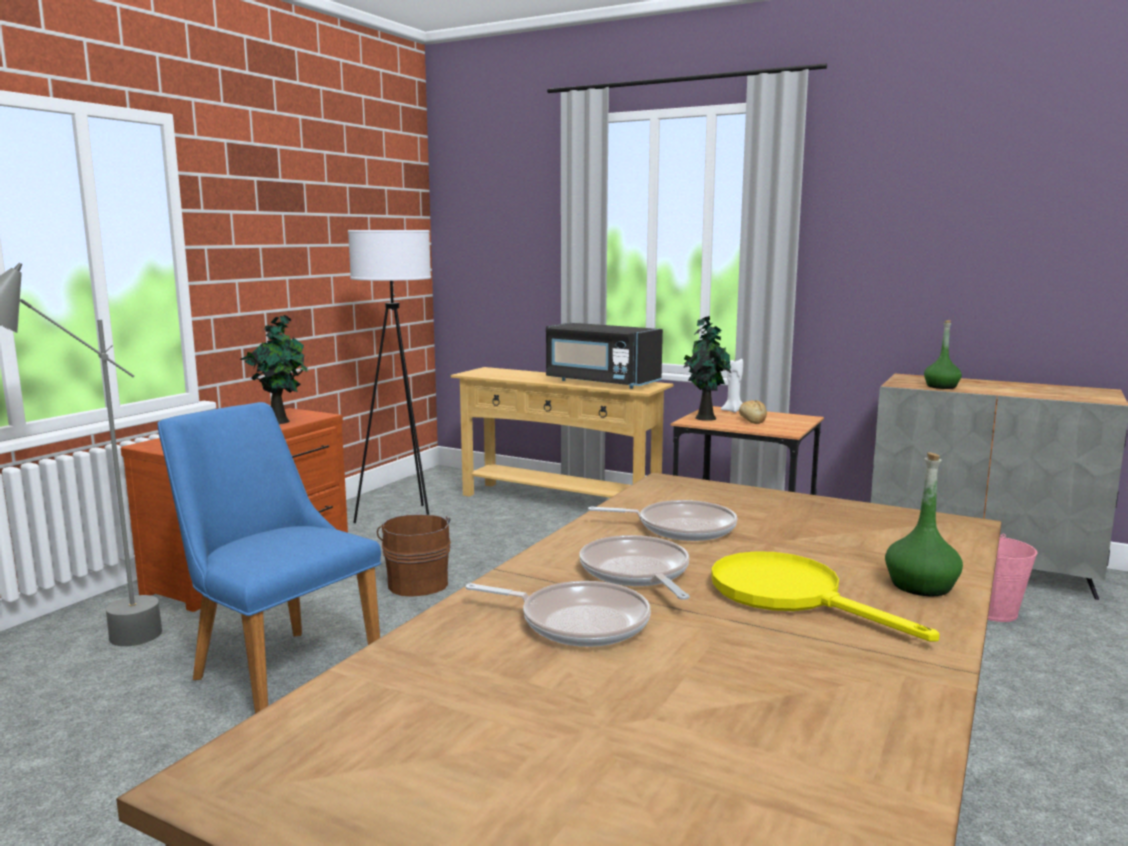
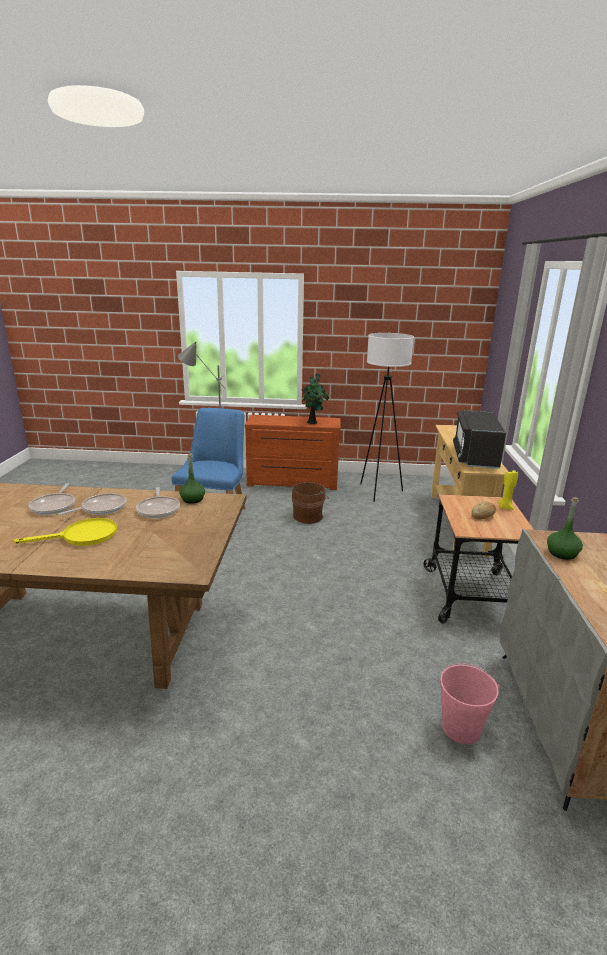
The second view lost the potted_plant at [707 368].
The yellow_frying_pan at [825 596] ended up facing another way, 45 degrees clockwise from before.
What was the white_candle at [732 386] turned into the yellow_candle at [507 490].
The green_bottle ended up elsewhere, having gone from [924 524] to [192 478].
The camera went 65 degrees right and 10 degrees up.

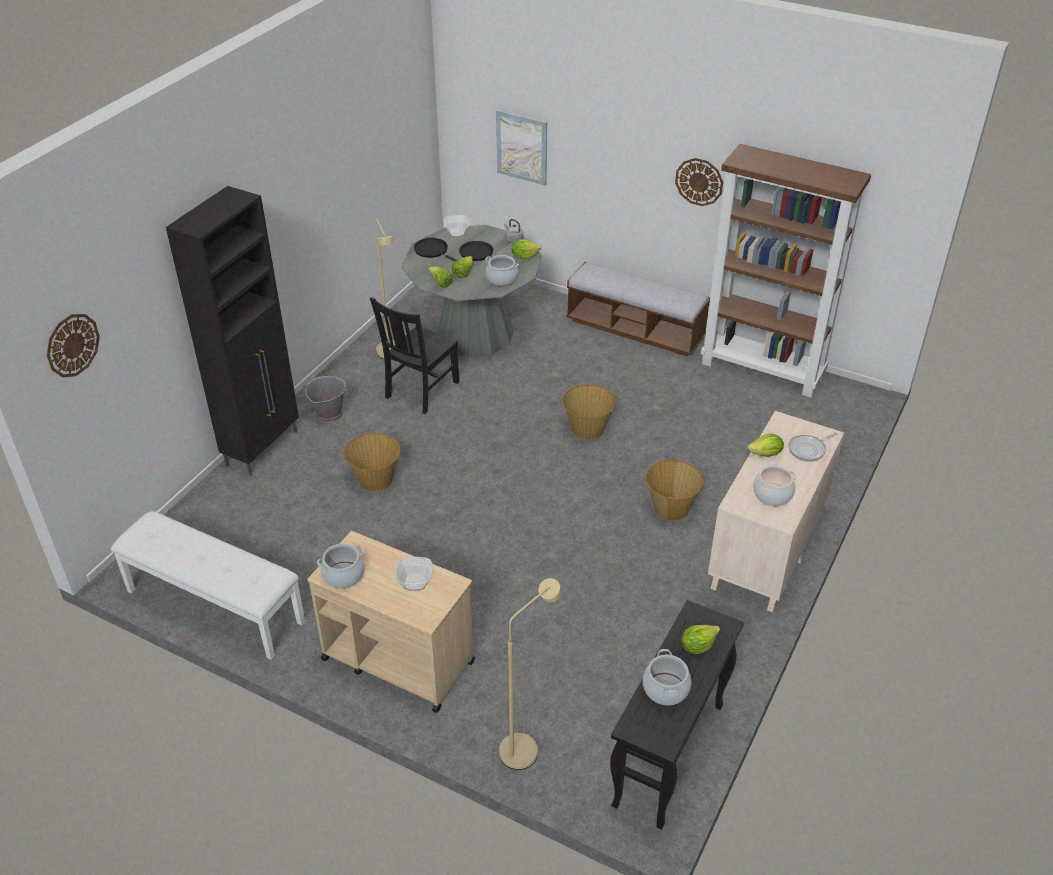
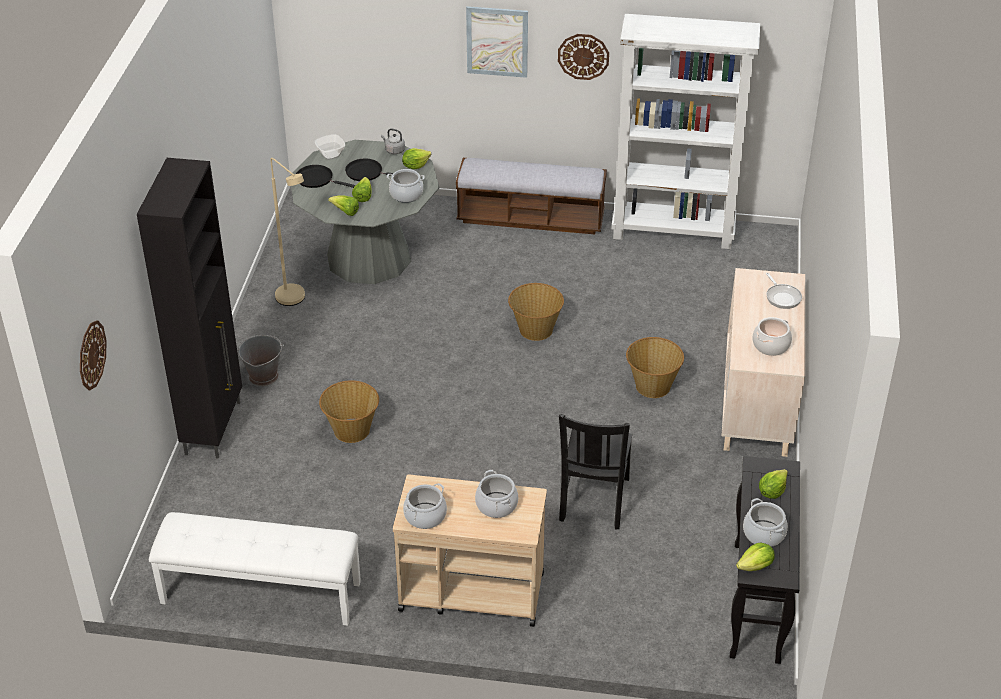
The black_chair ended up elsewhere, having gone from [414 355] to [595 471].
Where the bowl stood at [414 574], the cooking_pot came to stand at [496 494].
The picture ended up elsewhere, having gone from [521 147] to [497 42].
The second view lost the beige_floor_lamp at [530 674].
What was the brown_bookcase at [786 271] turned into the white_bookcase at [685 131].
The lettuce ended up elsewhere, having gone from [765 445] to [755 557].
The frying_pan at [813 447] ended up facing another way, 60 degrees counterclockwise from before.
The camera went 20 degrees left and 0 degrees up.

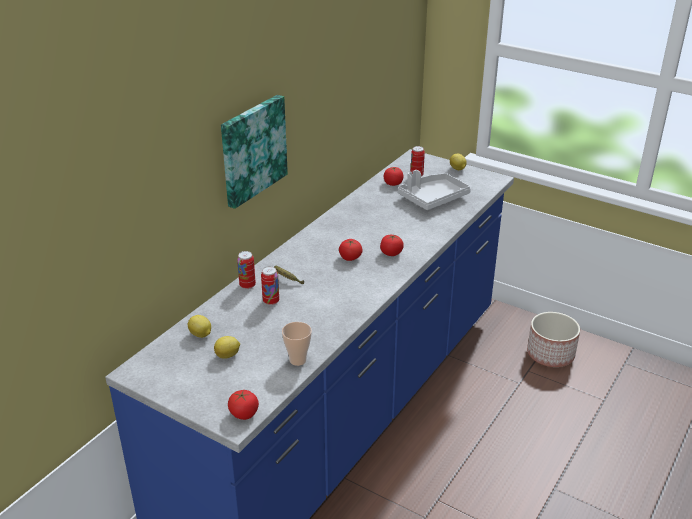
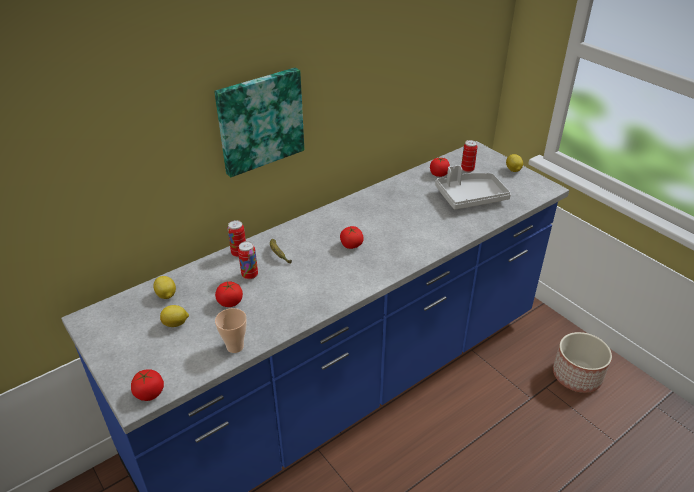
The tomato ended up elsewhere, having gone from [392 245] to [229 294].
The camera went 20 degrees right and 5 degrees up.

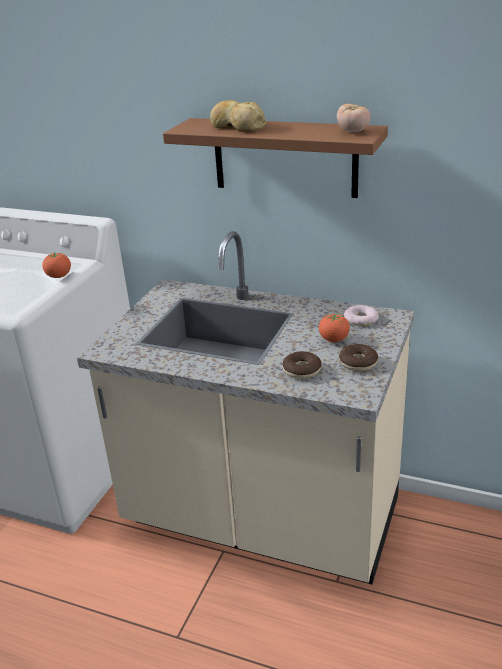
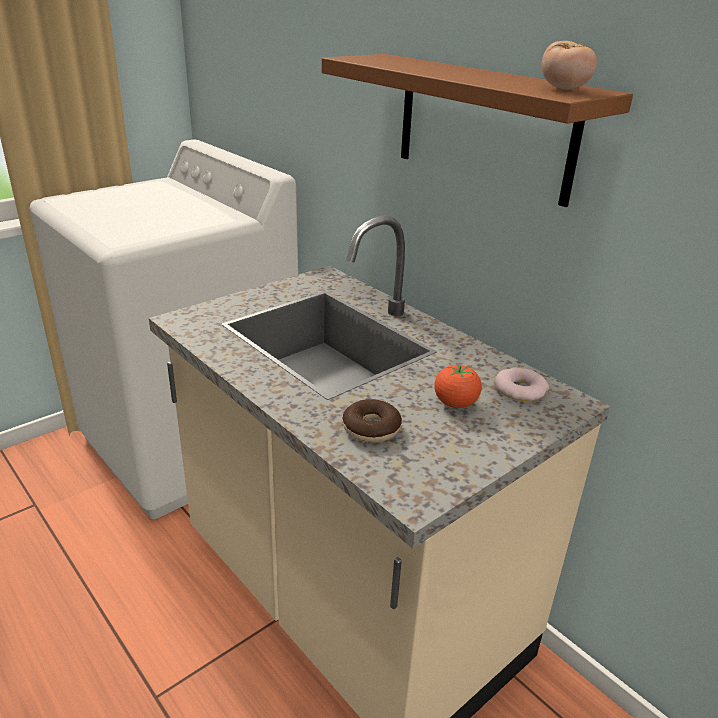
The second view lost the tomato at [56 265].
The second view lost the bread at [238 116].
The second view lost the donut at [358 357].
The camera went 25 degrees right and 0 degrees up.

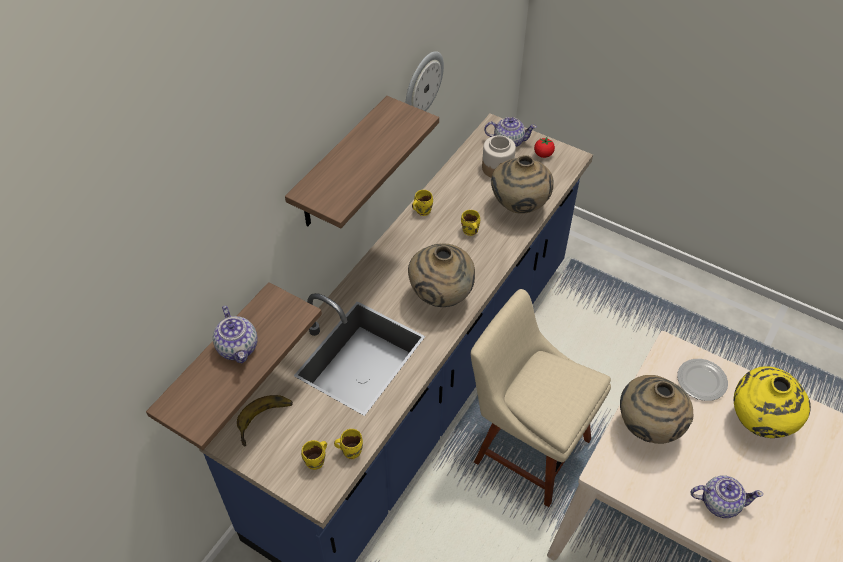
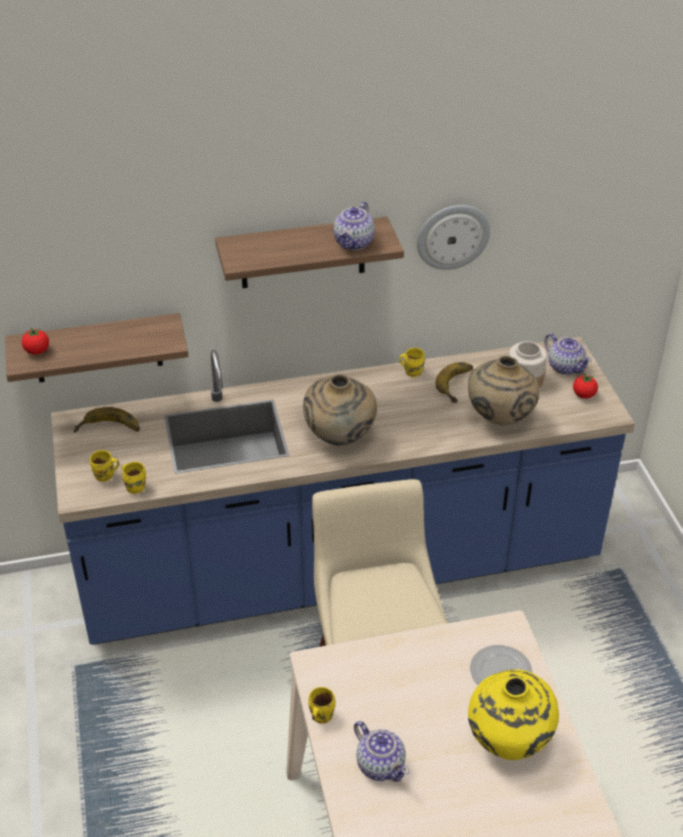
The teapot ended up elsewhere, having gone from [235 334] to [354 225].
The yellow_mug ended up elsewhere, having gone from [470 223] to [322 705].
The second view lost the beige_vase at [656 409].
The second view gained the tomato at [35 341].
The second view gained the banana at [454 382].
The camera went 45 degrees right and 10 degrees down.

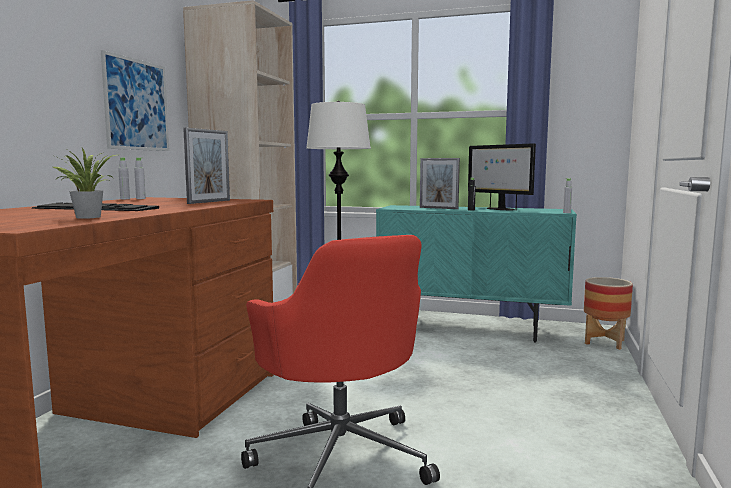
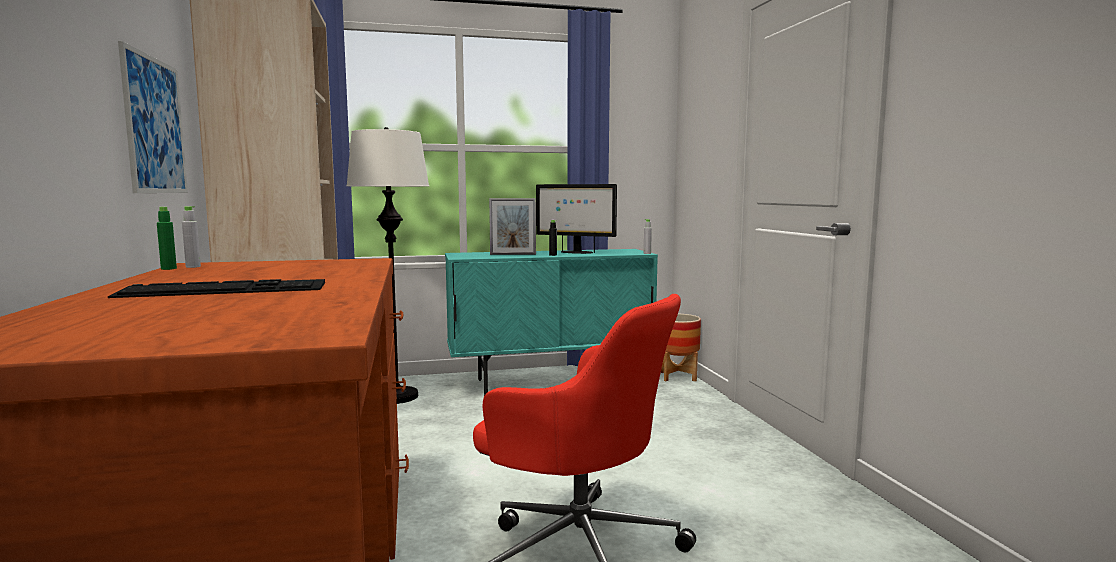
The second view lost the potted_plant at [84 183].
What was the grey_bottle at [124 178] turned into the green_bottle at [167 238].
The second view lost the picture_frame at [206 166].
The camera went 30 degrees left and 0 degrees up.

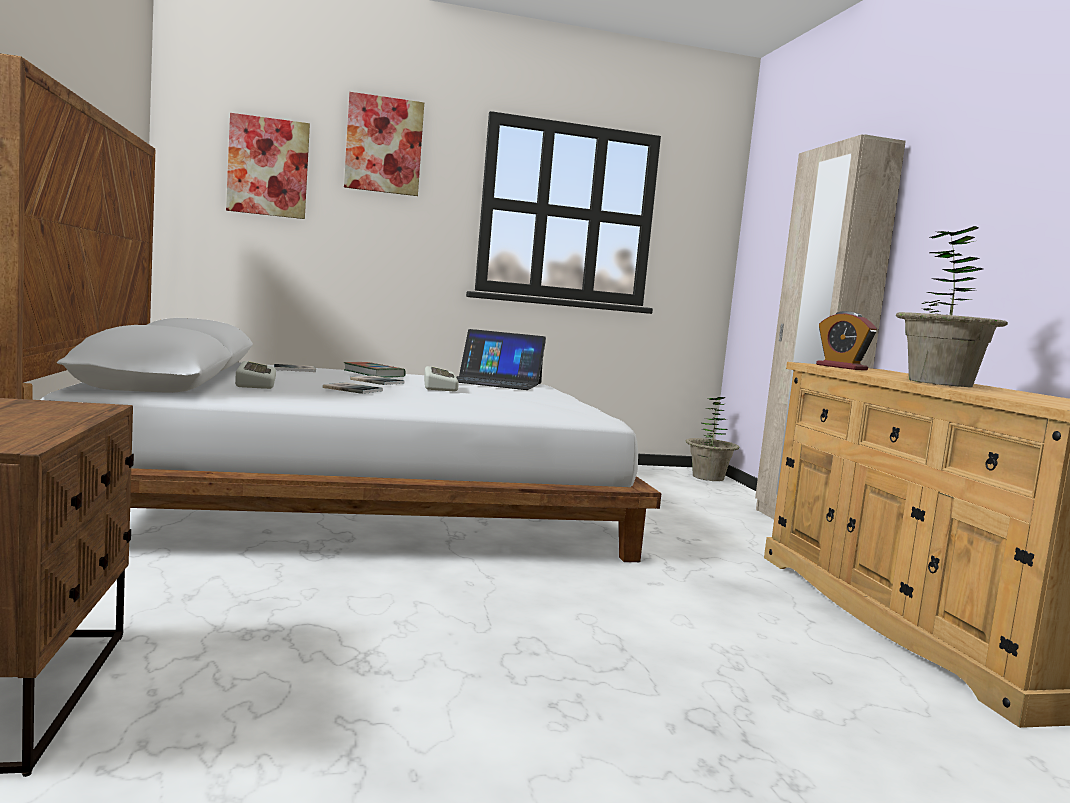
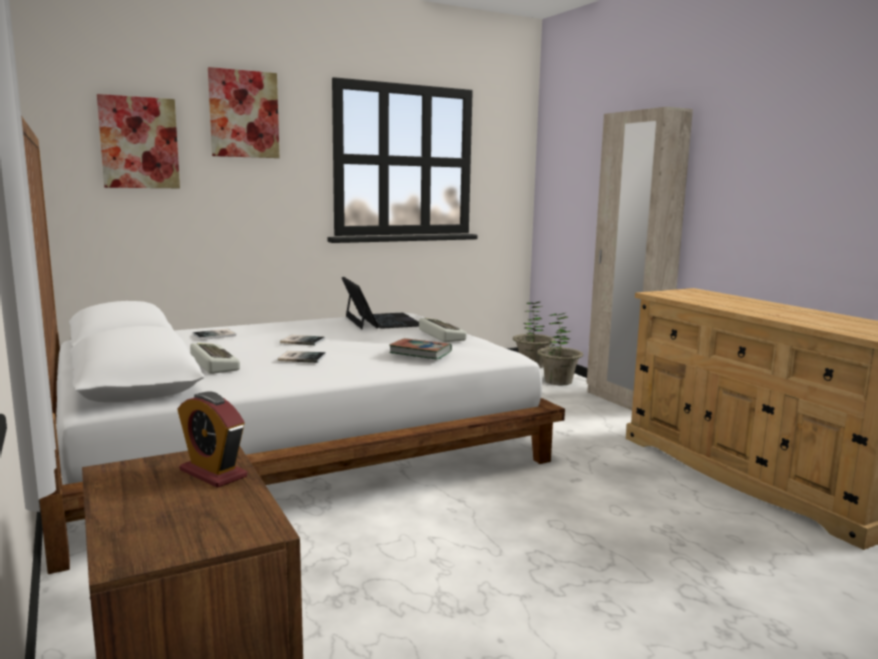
The book ended up elsewhere, having gone from [374 370] to [420 349].
The keyboard ended up elsewhere, having gone from [441 379] to [443 330].
The laptop at [501 359] ended up facing another way, 105 degrees counterclockwise from before.
The alarm_clock ended up elsewhere, having gone from [846 340] to [212 440].
The potted_plant ended up elsewhere, having gone from [952 306] to [560 349].
The camera went 15 degrees left and 5 degrees up.

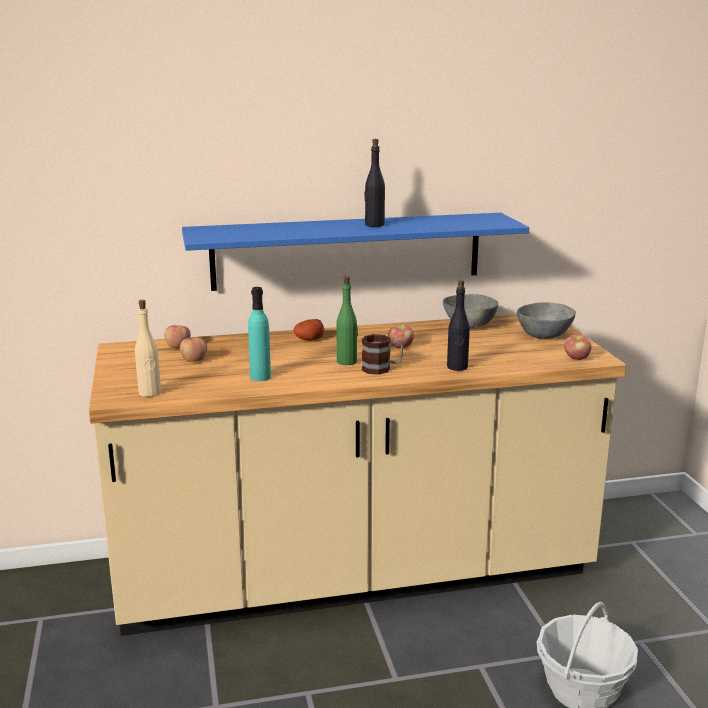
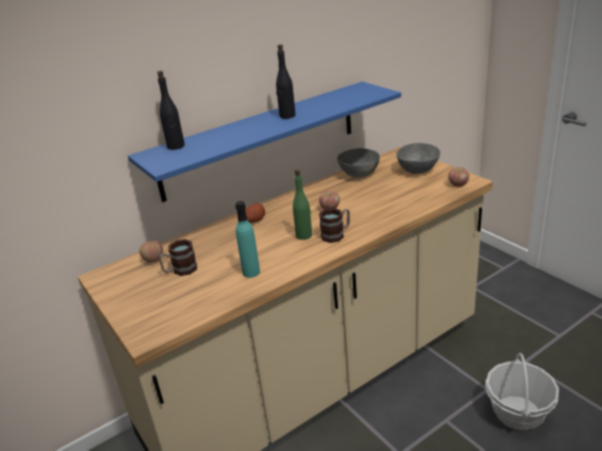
The second view lost the beige_bottle at [148 348].
Where the apple stood at [193 350], the mug came to stand at [178 257].
The black_bottle ended up elsewhere, having gone from [458 325] to [171 110].
The camera went 20 degrees left and 10 degrees up.

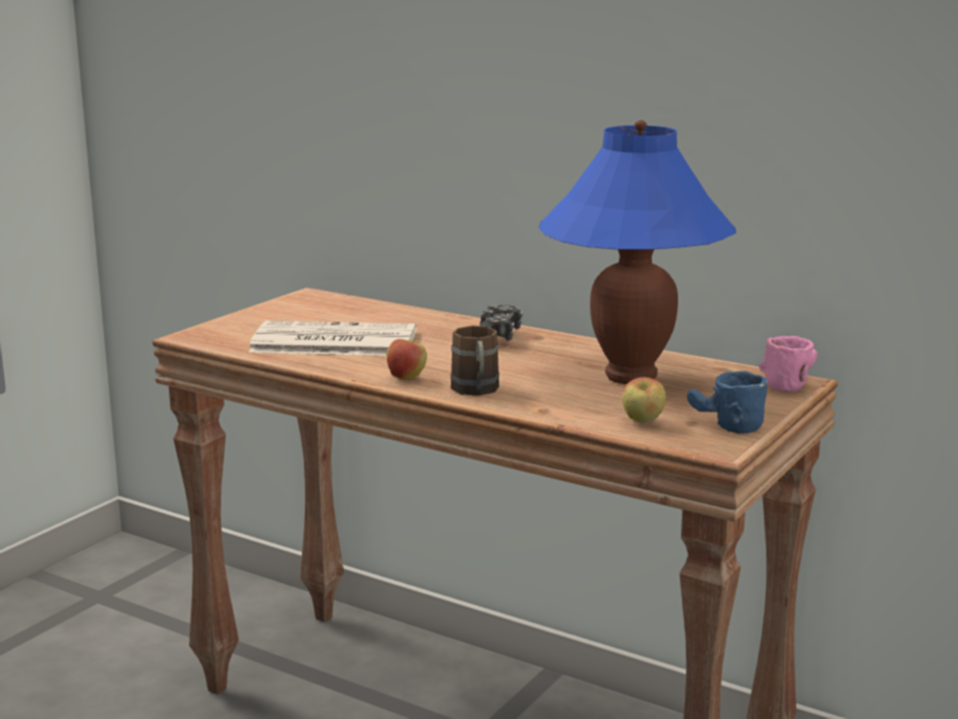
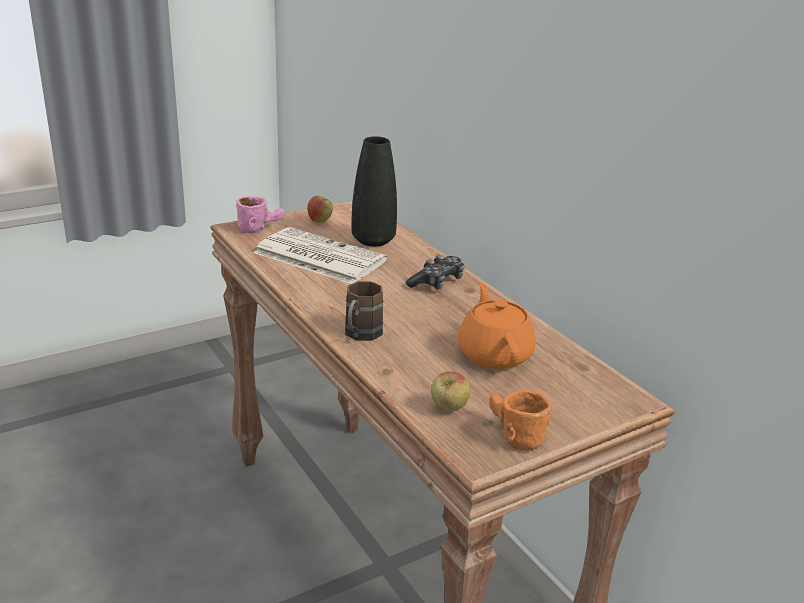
The apple ended up elsewhere, having gone from [407 358] to [320 209].
Where the blue_table_lamp stood at [637 252], the orange_teapot came to stand at [497 326].
What was the blue_mug at [727 402] turned into the orange_mug at [520 420].
The pink_mug ended up elsewhere, having gone from [788 364] to [260 214].
The second view gained the black_vase at [374 192].
The camera went 25 degrees right and 10 degrees up.

